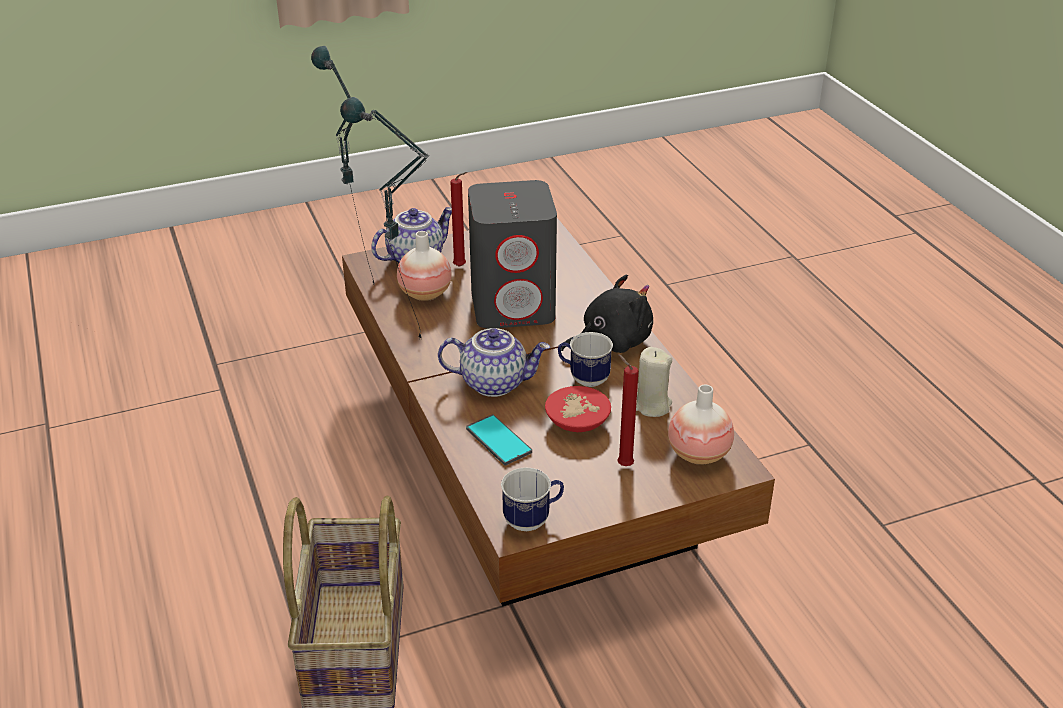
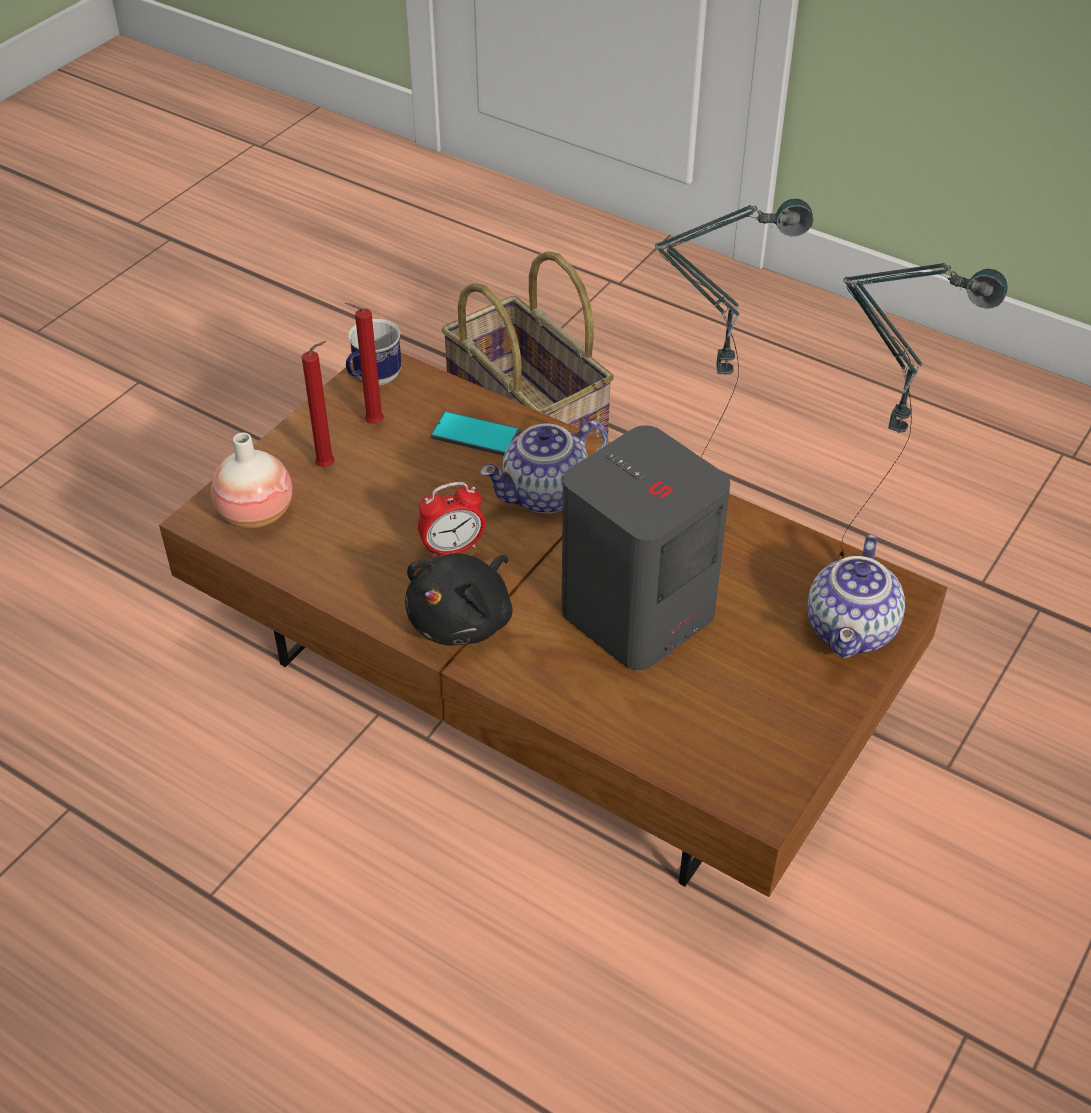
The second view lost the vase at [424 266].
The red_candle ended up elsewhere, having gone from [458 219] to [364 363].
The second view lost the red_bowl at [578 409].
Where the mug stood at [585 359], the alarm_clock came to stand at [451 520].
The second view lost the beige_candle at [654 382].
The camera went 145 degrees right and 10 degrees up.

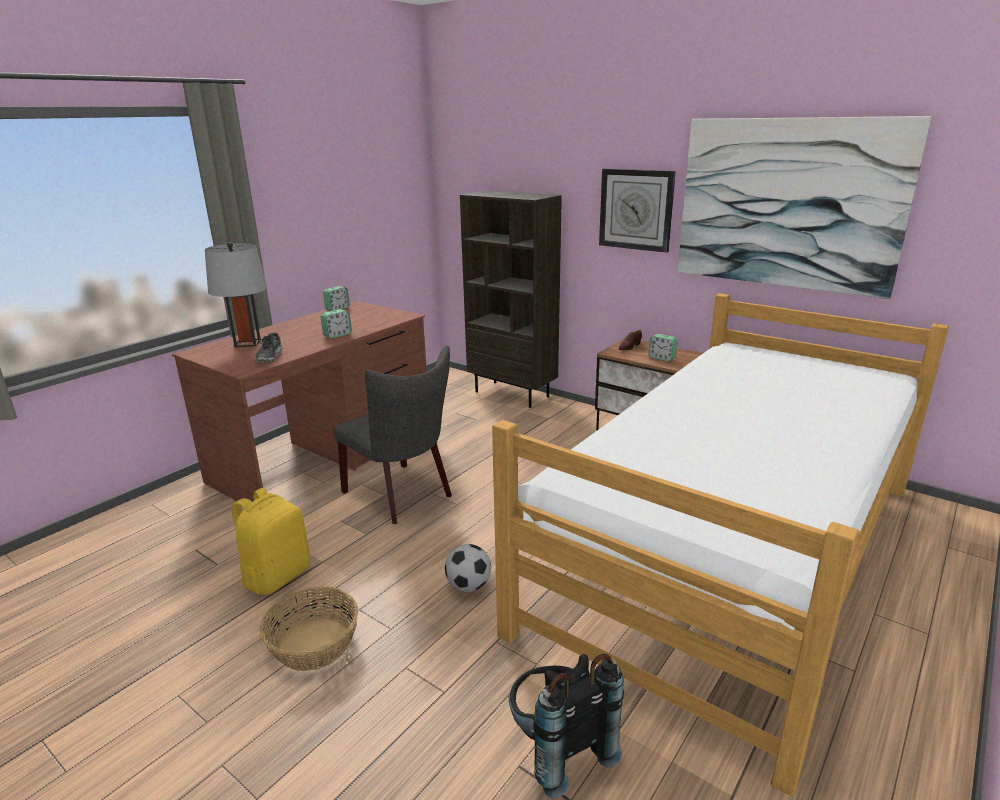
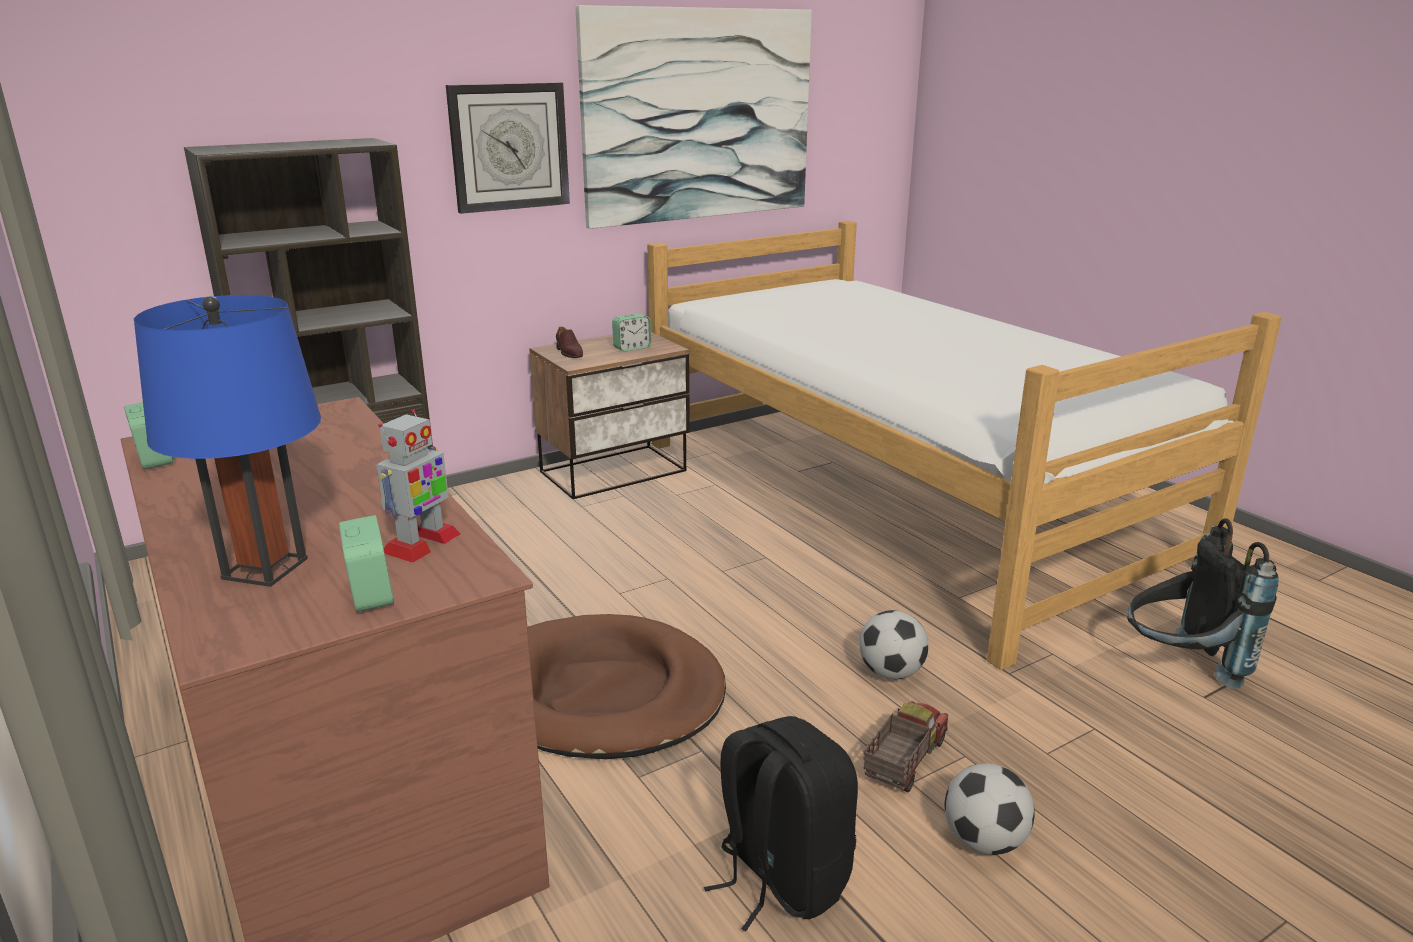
What was the grey_table_lamp at [236 294] turned into the blue_table_lamp at [227 441].
What was the yellow_backpack at [270 541] turned into the black_backpack at [781 823].
Where the shoe stood at [269 348], the toy_robot came to stand at [418 486].
Where the basket stood at [308 629], the football came to stand at [990 809].
The alarm_clock ended up elsewhere, having gone from [336 323] to [366 563].
Where the grey_chair stood at [393 434], the brown_dog_bed came to stand at [626 686].
The second view gained the toy_truck at [905 746].
The camera went 70 degrees left and 0 degrees up.

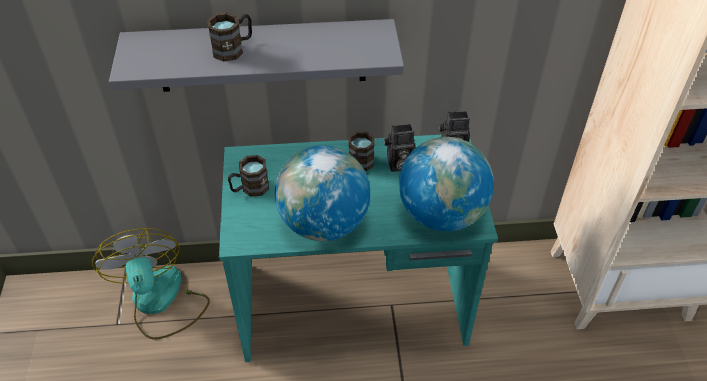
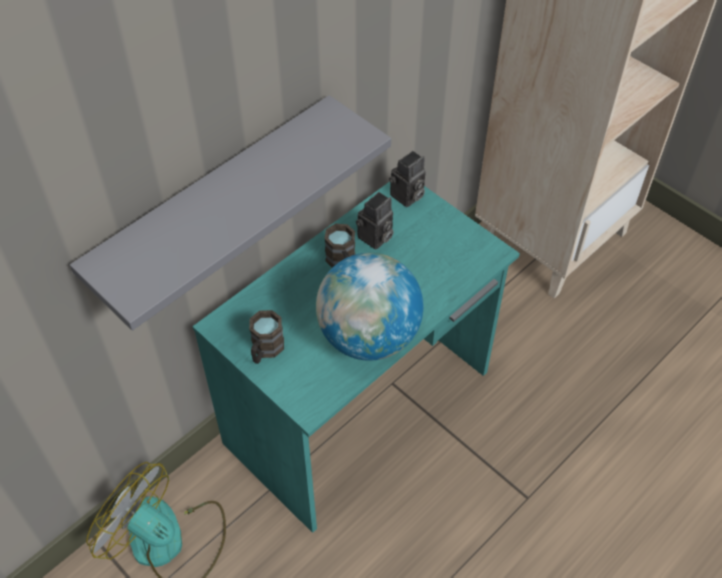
The second view lost the brown_mug at [229 37].
The second view lost the globe at [446 184].
The camera went 40 degrees left and 5 degrees up.

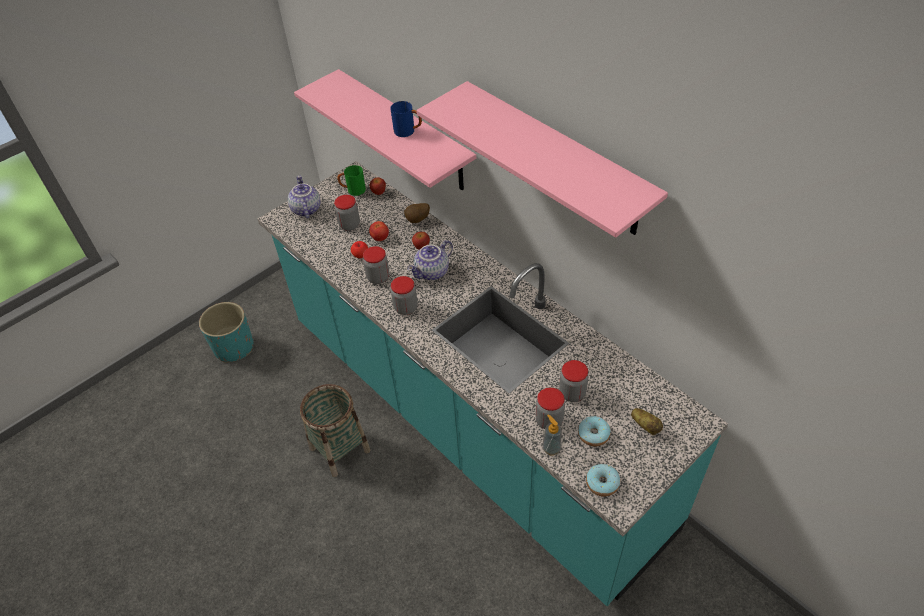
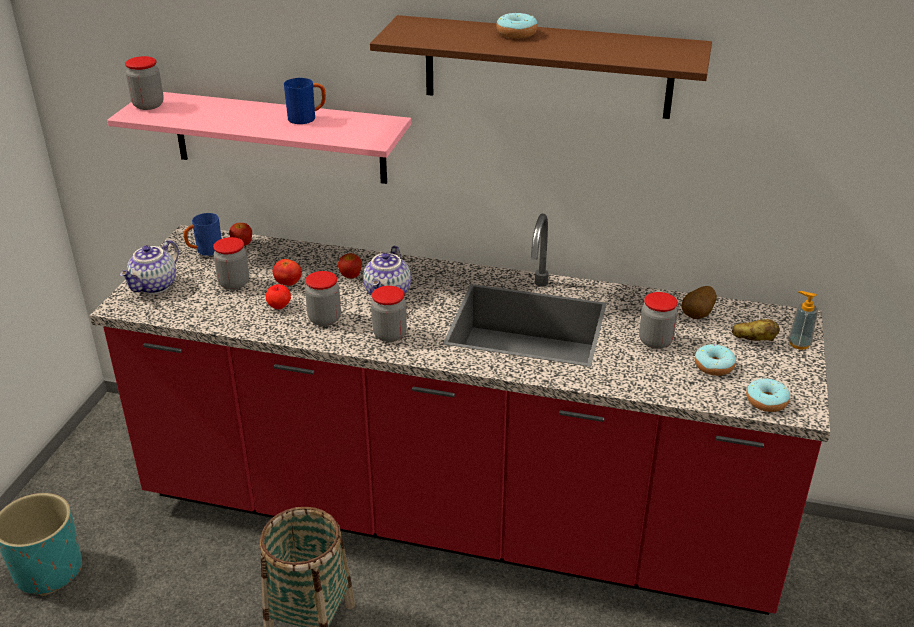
What was the turquoise_counter at [493 383] turned into the red_counter at [460 414].
The teapot at [304 197] ended up facing another way, 105 degrees counterclockwise from before.
What was the green_mug at [351 180] turned into the blue_mug at [203 234].
The potato ended up elsewhere, having gone from [417 213] to [699 302].
What was the pink_shelf at [542 159] turned into the brown_shelf at [541 67].
The jar ended up elsewhere, having gone from [550 408] to [144 83].
The soap_dispenser ended up elsewhere, having gone from [552 434] to [803 320].
The second view gained the donut at [517 26].
The camera went 35 degrees left and 15 degrees down.

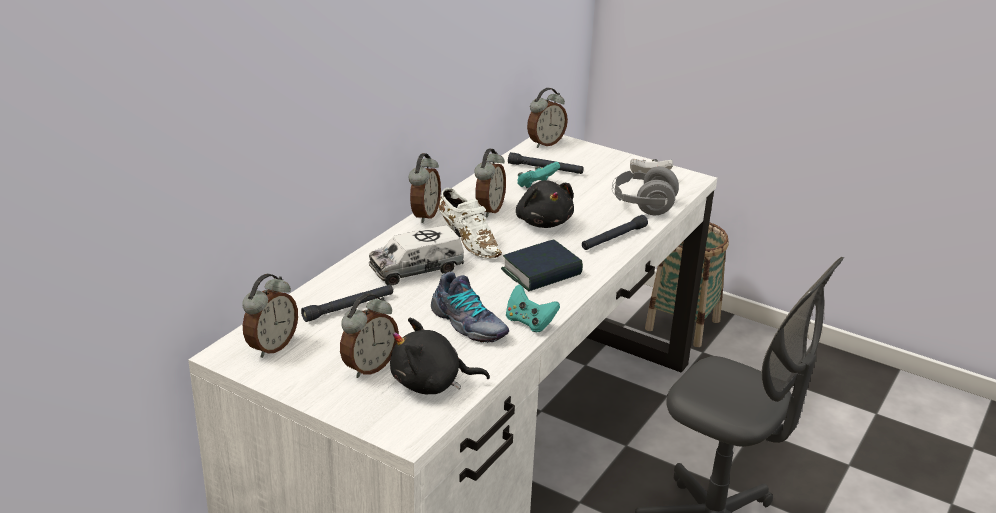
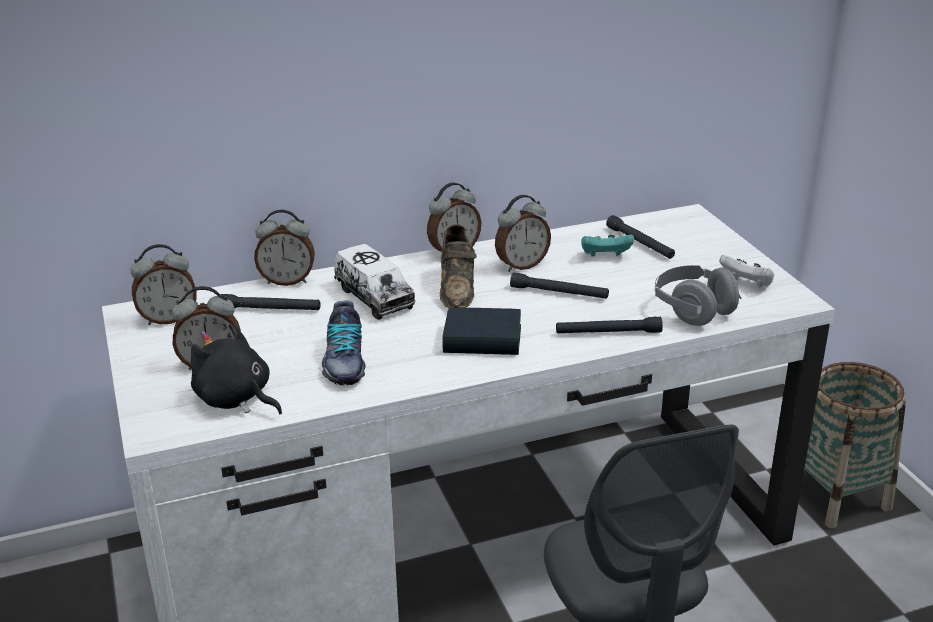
The toy_truck at [416 255] ended up facing another way, 135 degrees counterclockwise from before.
What was the white_shoe at [470 223] turned into the brown_shoe at [458 266].
The second view lost the turquoise_game_controller at [533 308].
Where the black_plush_toy stood at [545 204], the black_flashlight came to stand at [559 286].
The alarm_clock ended up elsewhere, having gone from [547 118] to [284 247].
The camera went 40 degrees right and 0 degrees up.

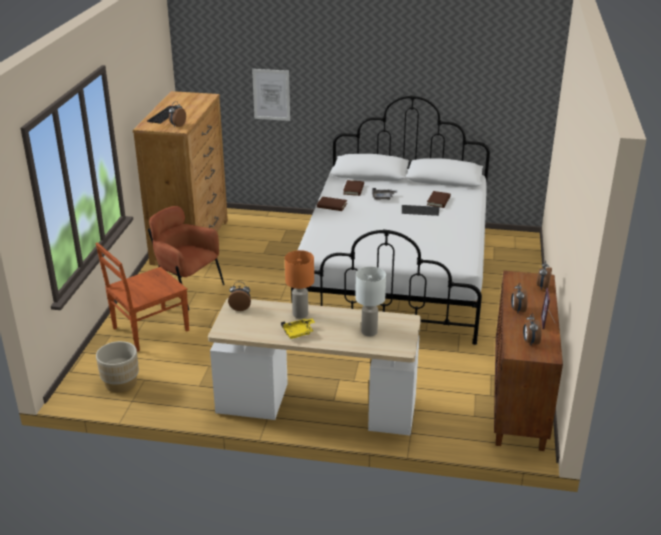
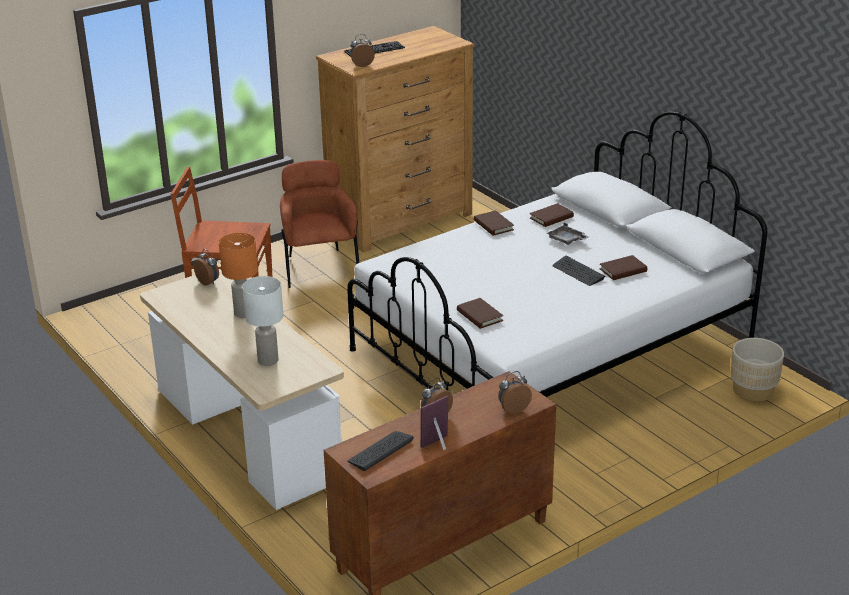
The beige_planter ended up elsewhere, having gone from [117 367] to [757 369].
The second view lost the picture at [271 95].
The second view lost the yellow_tray at [298 328].
Where the alarm_clock stood at [532 329], the keyboard came to stand at [380 451].
The second view gained the brown_book at [480 313].
The camera went 45 degrees right and 0 degrees up.

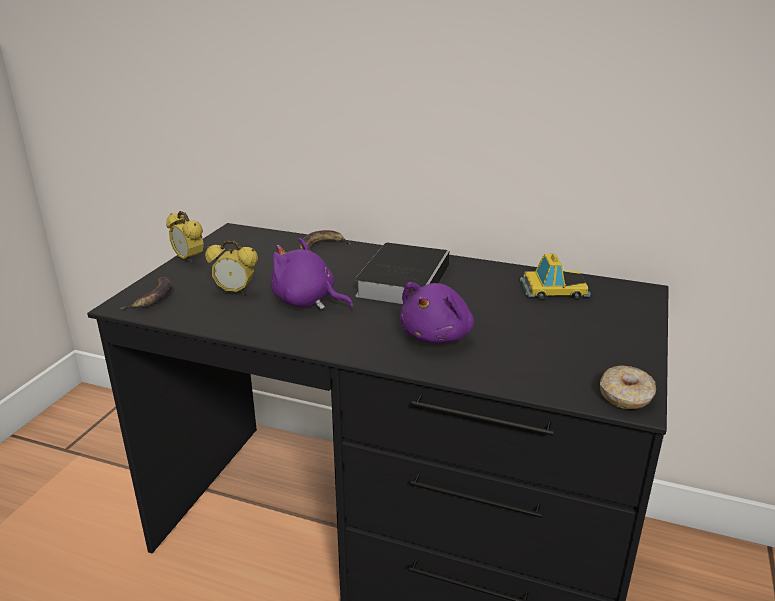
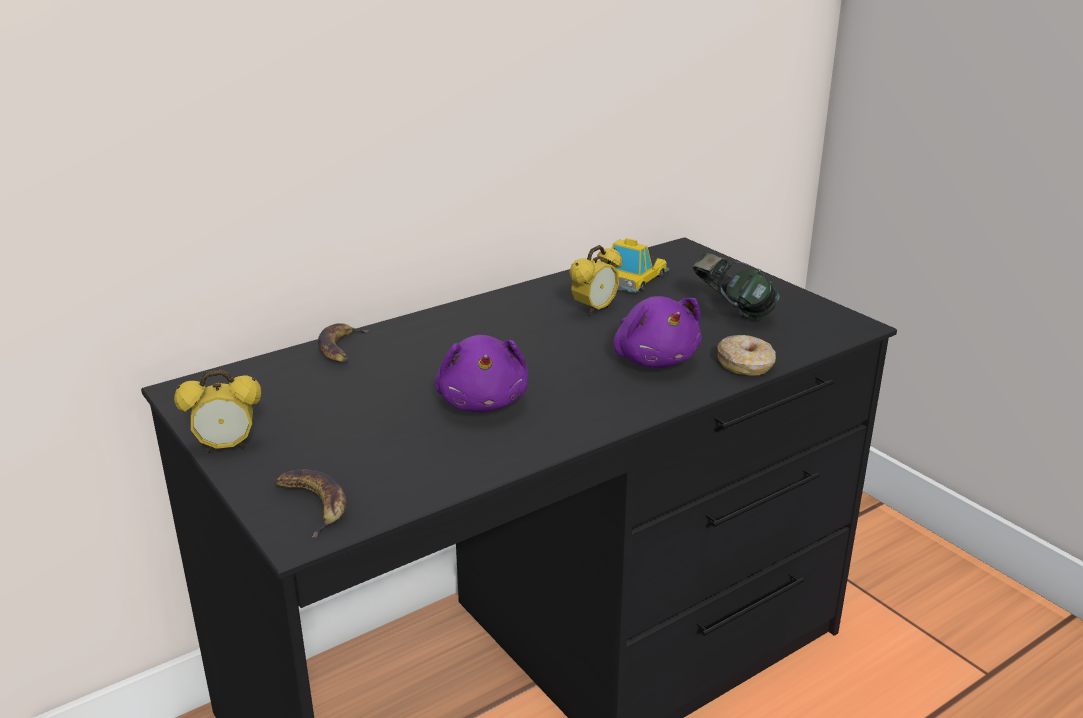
The alarm_clock ended up elsewhere, having gone from [231 267] to [595 280].
The purple_plush_toy at [312 273] ended up facing another way, 75 degrees counterclockwise from before.
The second view lost the book at [402 273].
The donut ended up elsewhere, having gone from [628 387] to [746 355].
The second view gained the headphones at [736 286].
The camera went 55 degrees left and 0 degrees up.

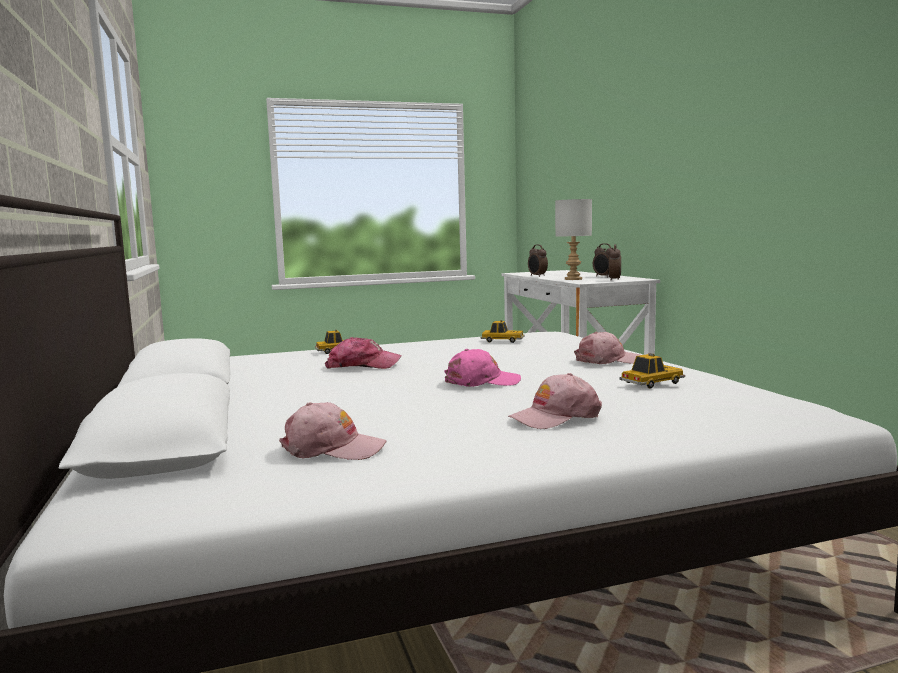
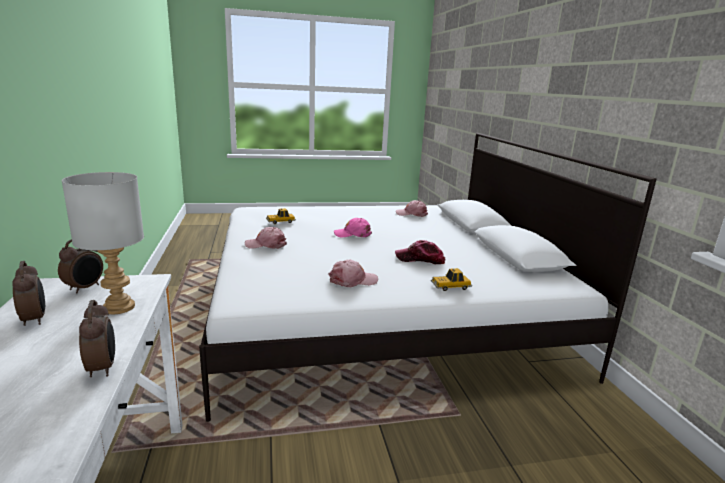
The second view lost the toy_car at [503 331].
The pink_cap ended up elsewhere, having gone from [555 401] to [353 273].
The camera went 175 degrees left and 10 degrees up.

